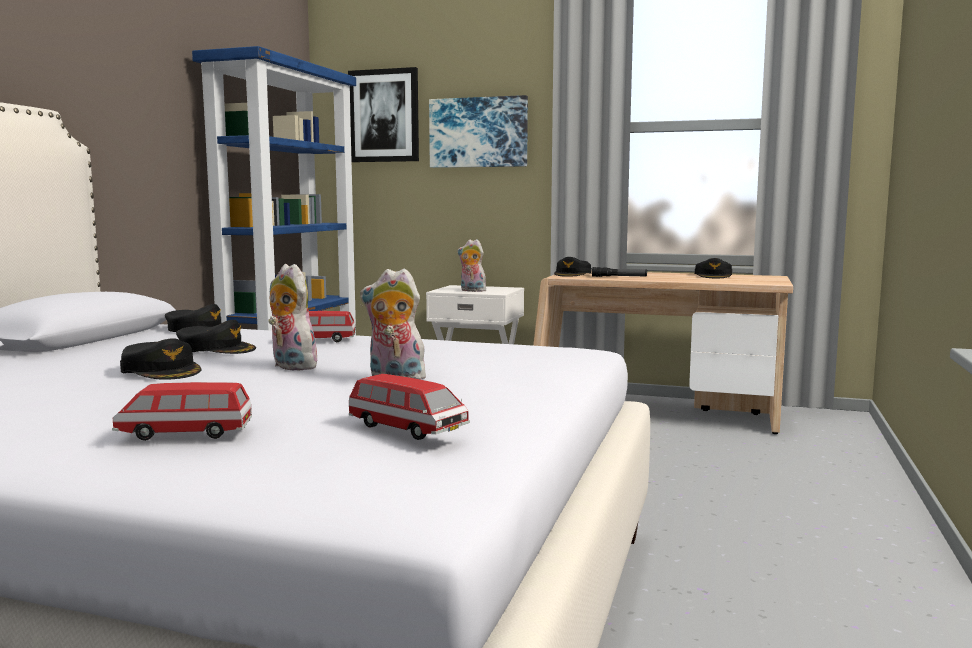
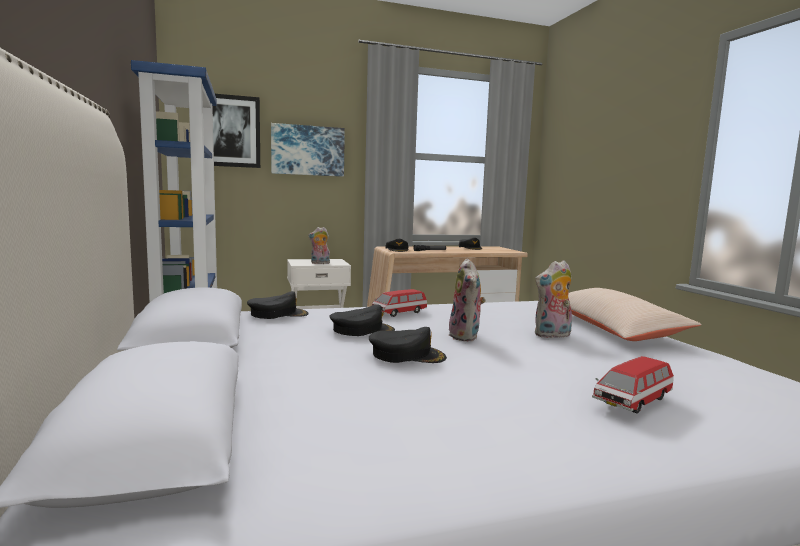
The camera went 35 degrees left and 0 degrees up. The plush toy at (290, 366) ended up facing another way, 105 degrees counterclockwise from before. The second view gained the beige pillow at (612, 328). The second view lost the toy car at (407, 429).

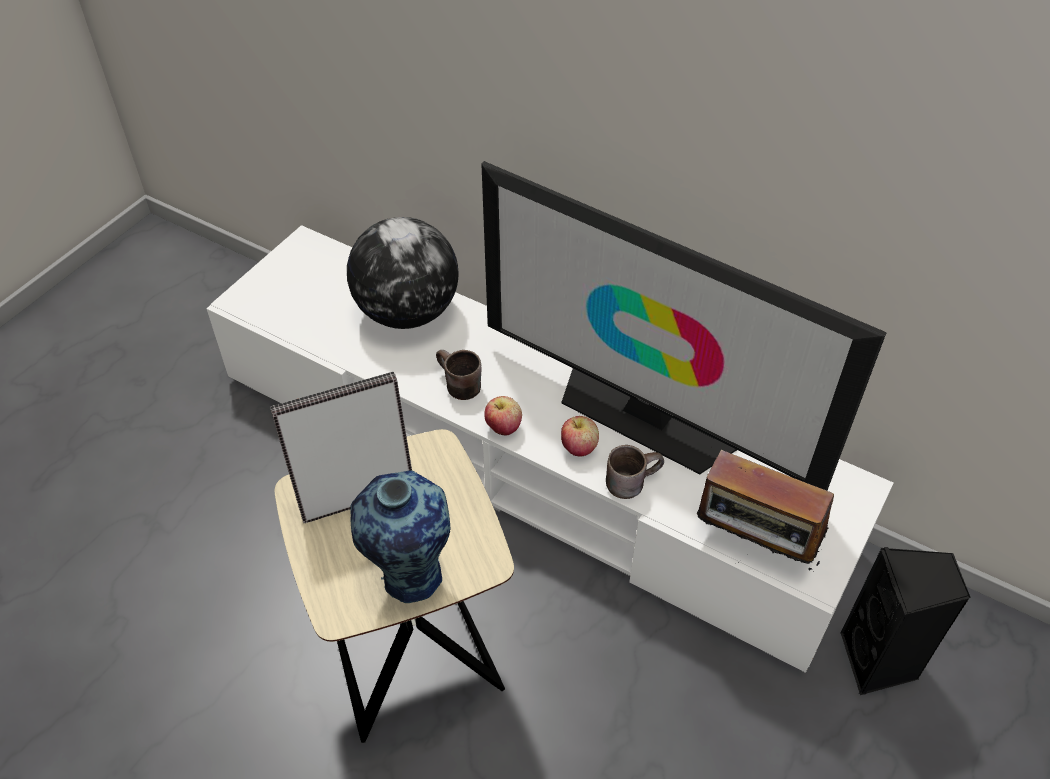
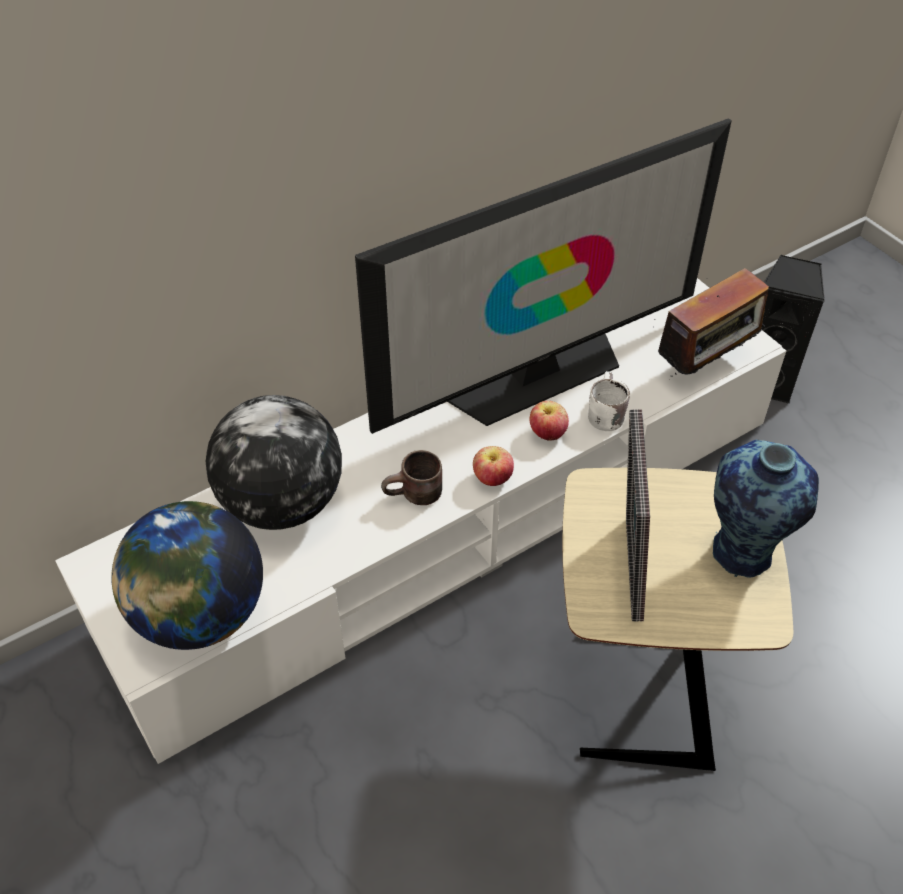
The camera went 65 degrees left and 0 degrees up. The second view gained the globe at (200, 615). What was the brown mug at (630, 480) turned into the white mug at (602, 413).

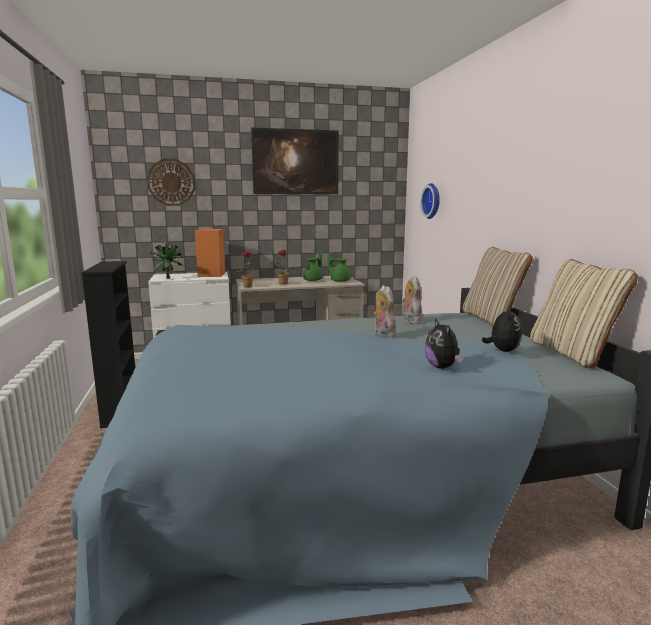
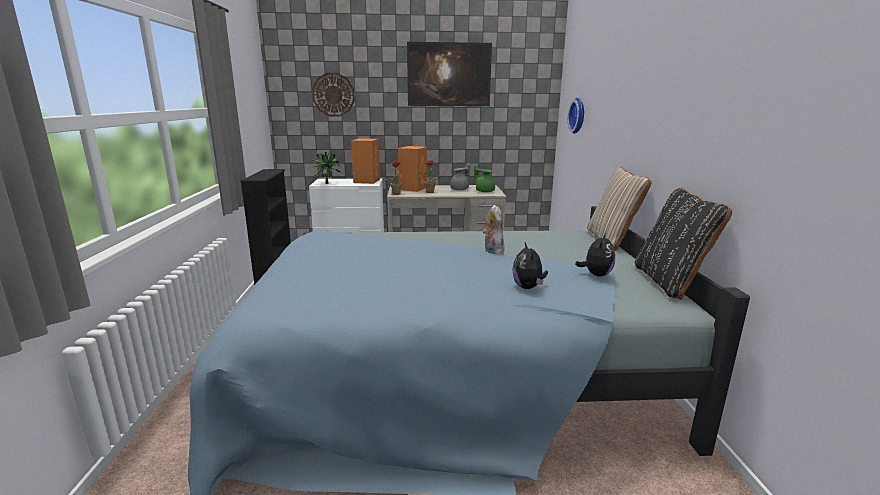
The camera went 10 degrees right and 5 degrees up. The second view gained the orange speaker at (413, 188). What was the green teapot at (314, 280) turned into the grey teapot at (460, 189). What was the beige pillow at (572, 353) turned into the black pillow at (669, 282). The second view lost the plush toy at (410, 321).

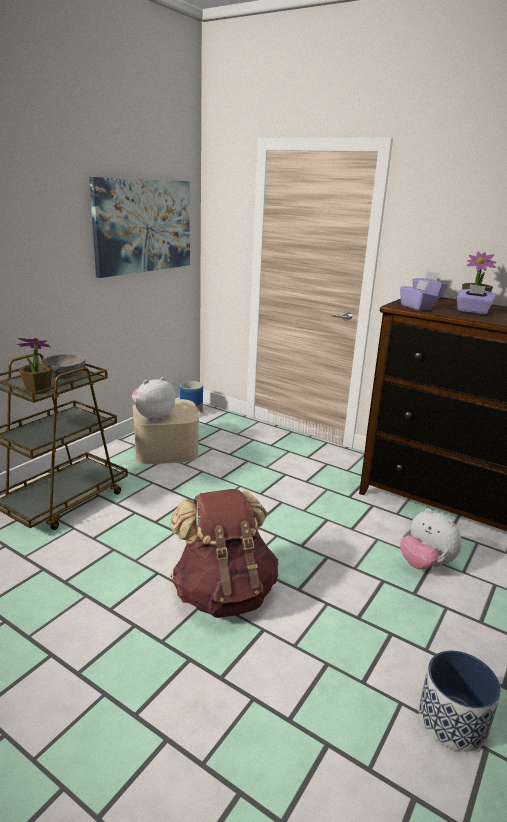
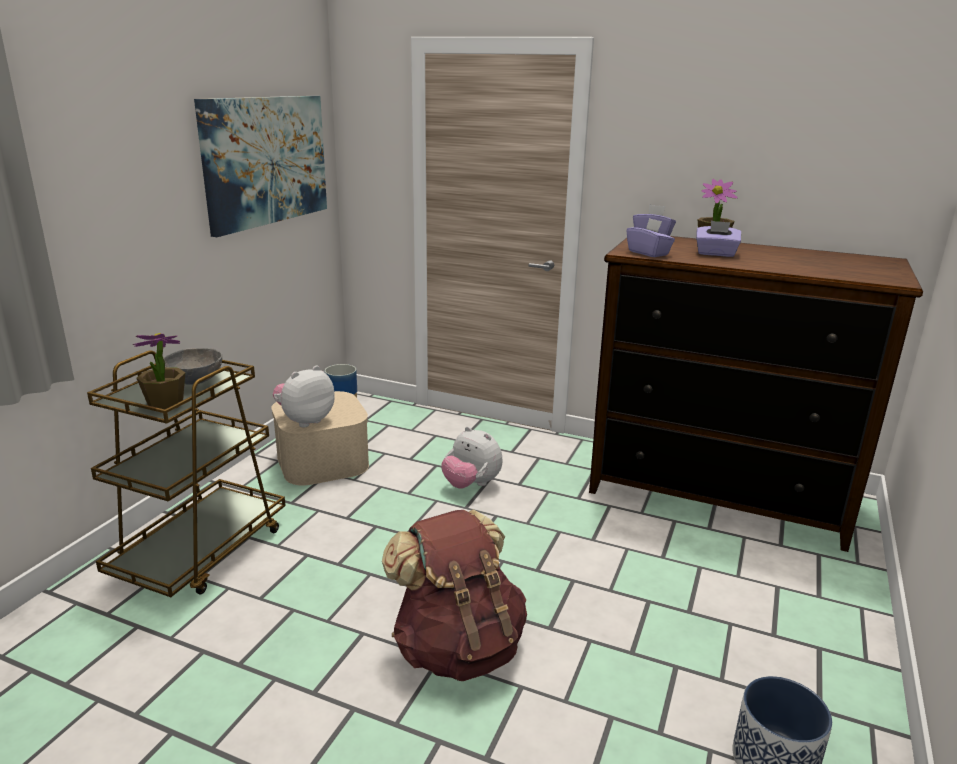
The camera went 10 degrees left and 0 degrees up. The plush toy ended up elsewhere, having gone from (425, 564) to (471, 485).

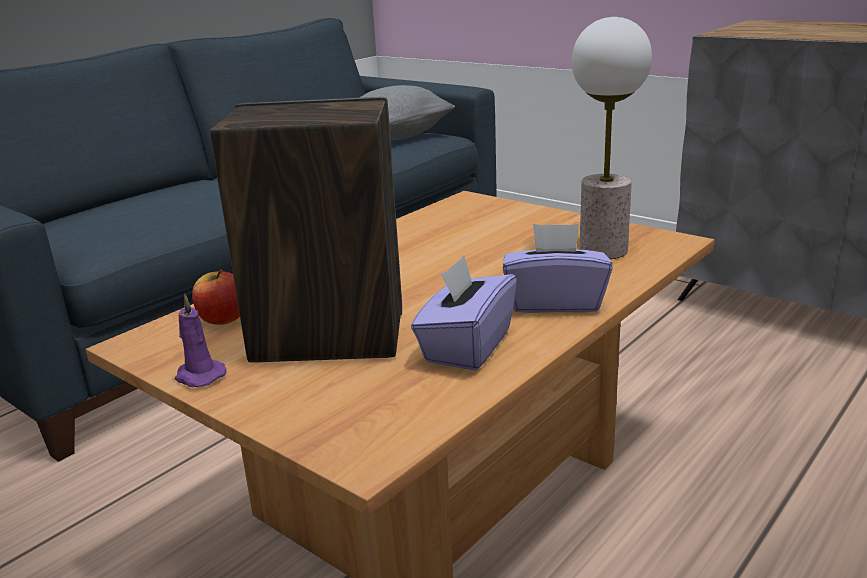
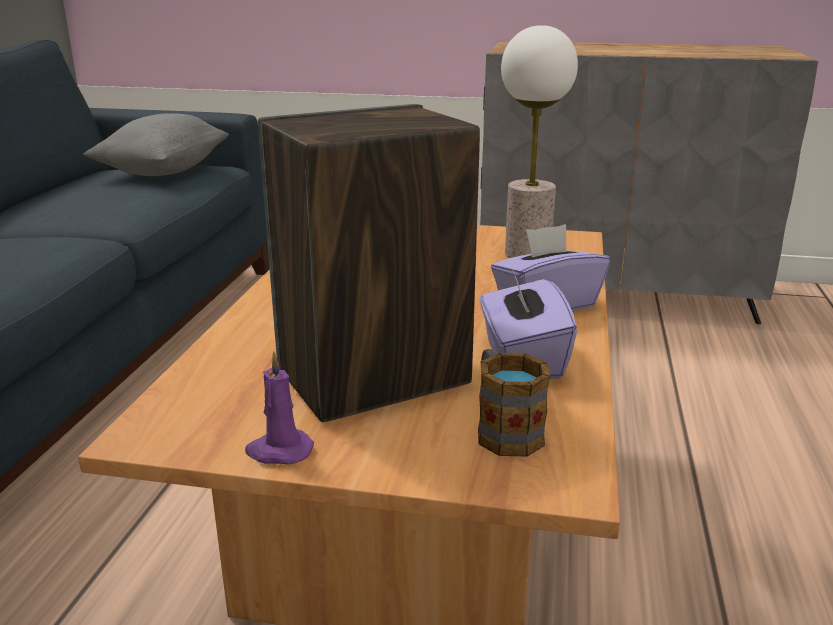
The camera went 30 degrees left and 0 degrees up. The second view gained the mug at (503, 429). The second view lost the apple at (222, 319).

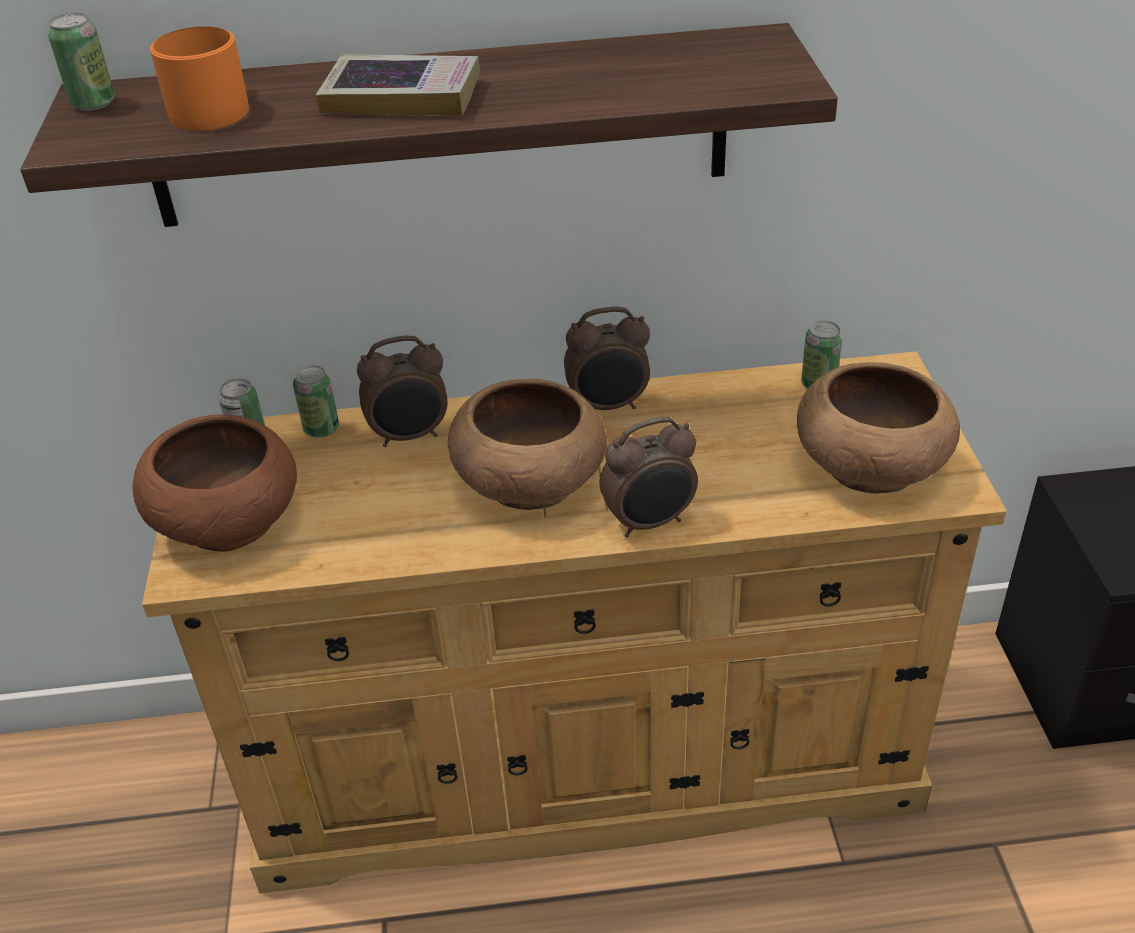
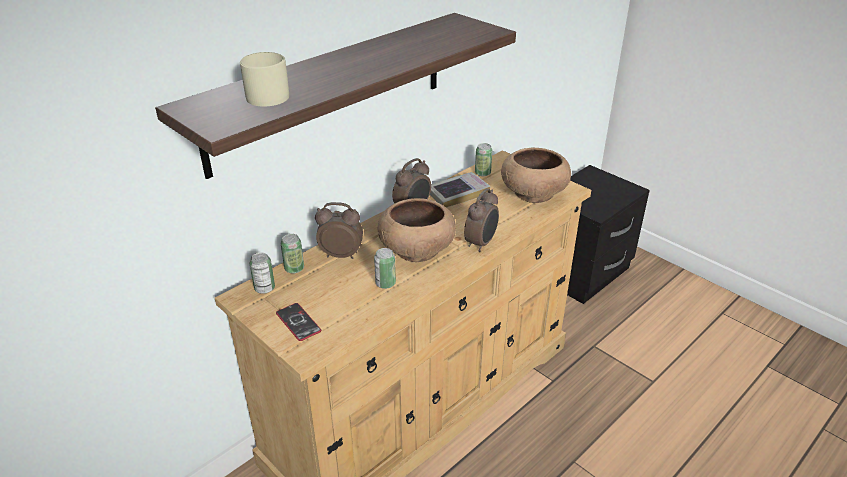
The camera went 40 degrees left and 5 degrees down. What was the orange mug at (215, 108) turned into the beige mug at (266, 95). Where the brown bowl stood at (229, 520), the phone came to stand at (298, 322). The alarm clock at (410, 436) ended up facing another way, 120 degrees counterclockwise from before. The can ended up elsewhere, having gone from (93, 103) to (385, 283). The book ended up elsewhere, having gone from (402, 96) to (457, 193).

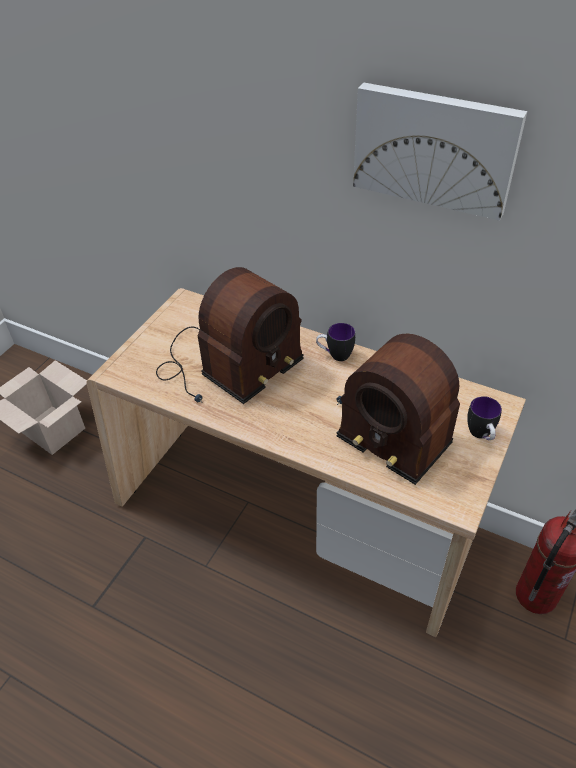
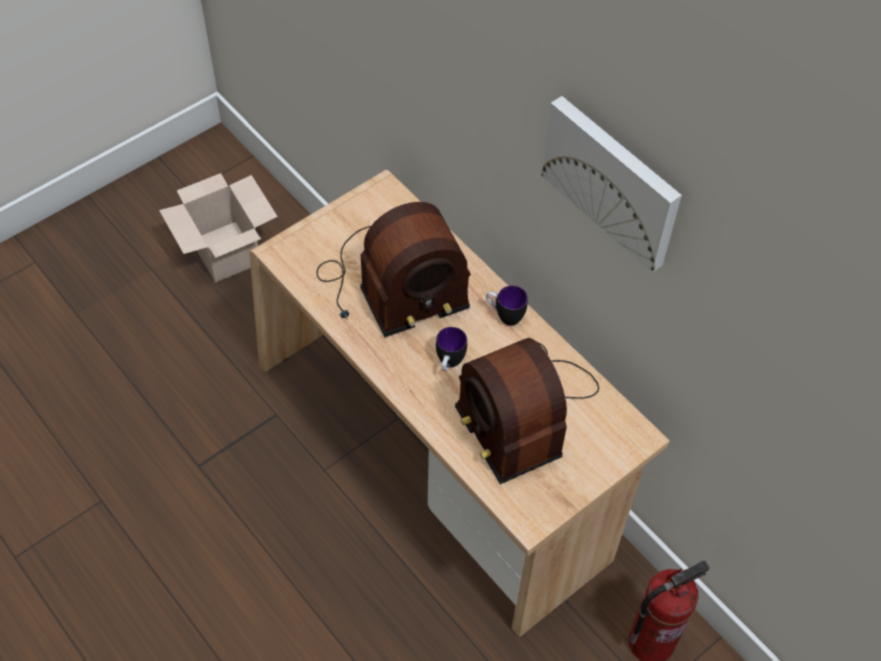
The camera went 20 degrees right and 10 degrees up. The mug ended up elsewhere, having gone from (481, 436) to (449, 364).

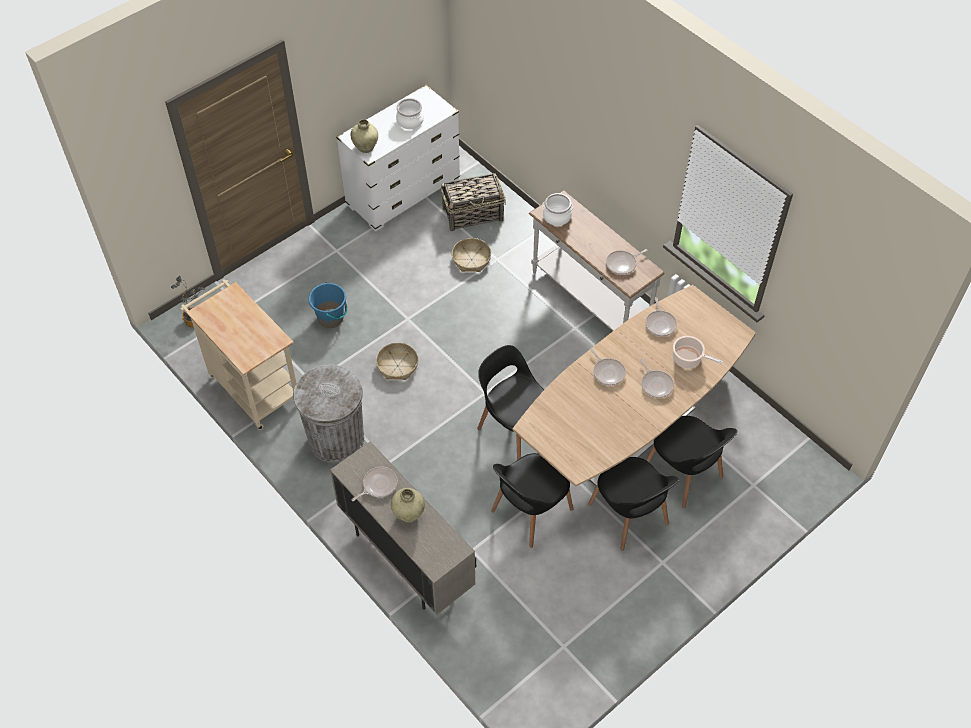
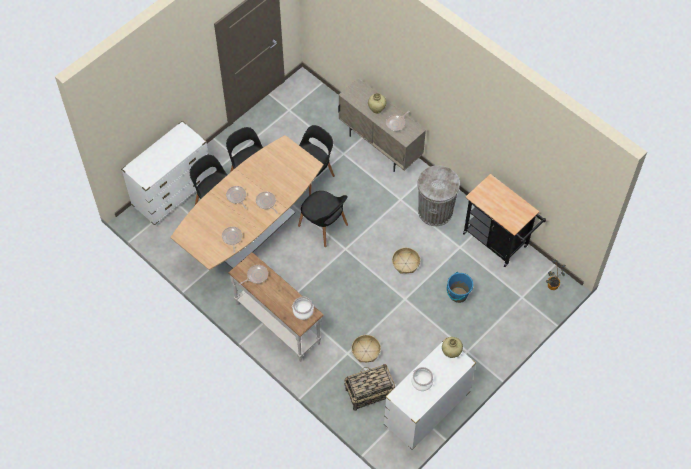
The camera went 175 degrees right and 5 degrees up. The second view gained the white dresser at (172, 192). What was the beige cart at (251, 385) turned into the black cart at (498, 242). The second view lost the cooking pot at (688, 359).

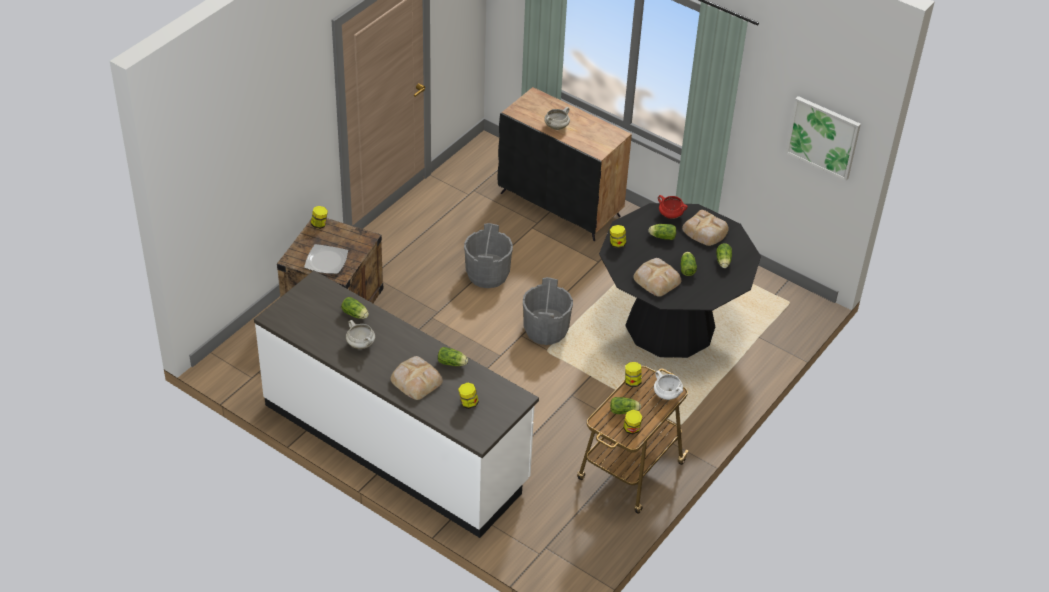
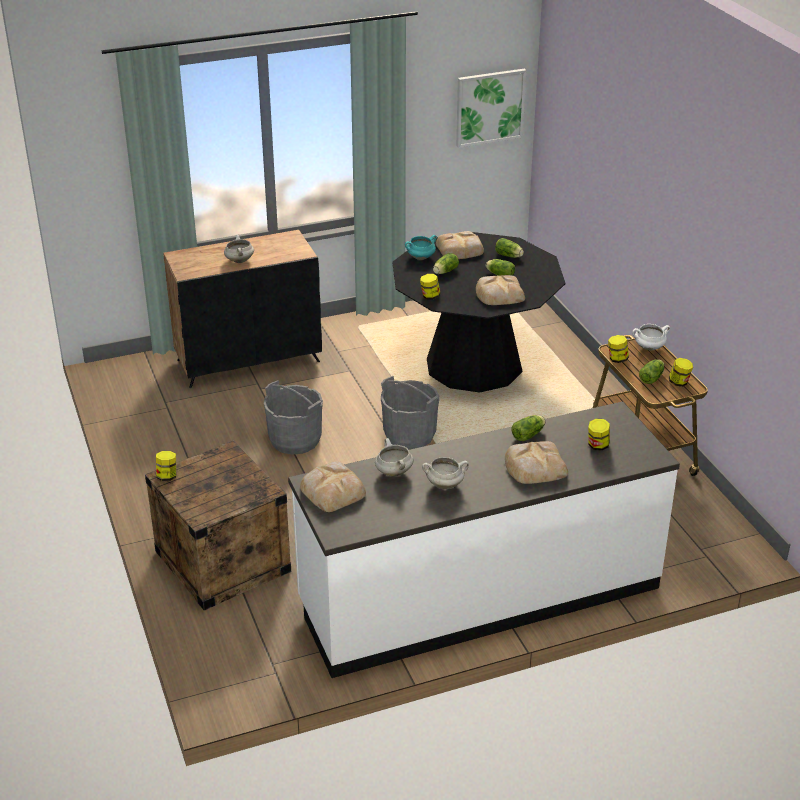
The camera went 55 degrees left and 10 degrees down. The second view gained the bread at (333, 490). Where the lettuce stood at (356, 314), the white cooking pot came to stand at (393, 472). What was the red cooking pot at (670, 215) turned into the turquoise cooking pot at (420, 258). The second view lost the plate at (327, 261).

